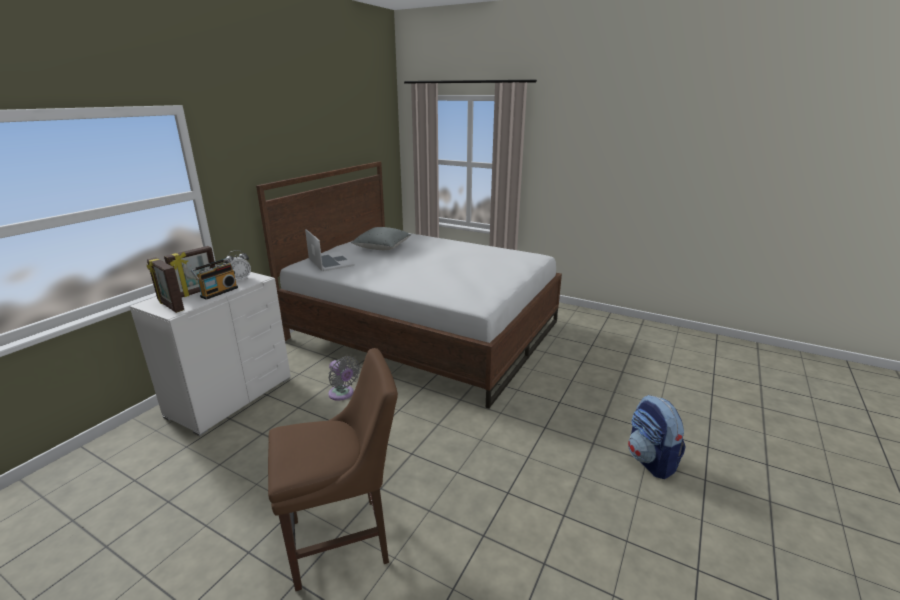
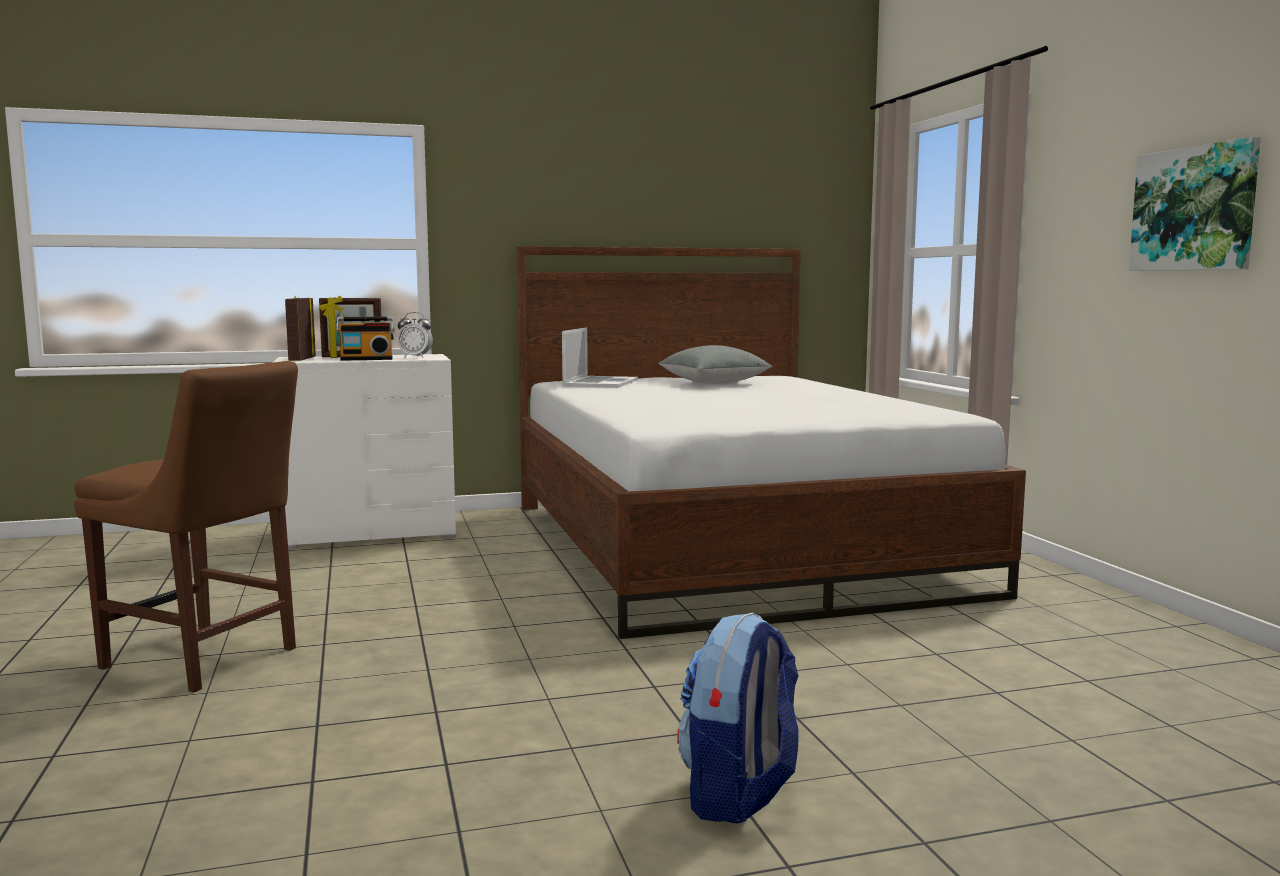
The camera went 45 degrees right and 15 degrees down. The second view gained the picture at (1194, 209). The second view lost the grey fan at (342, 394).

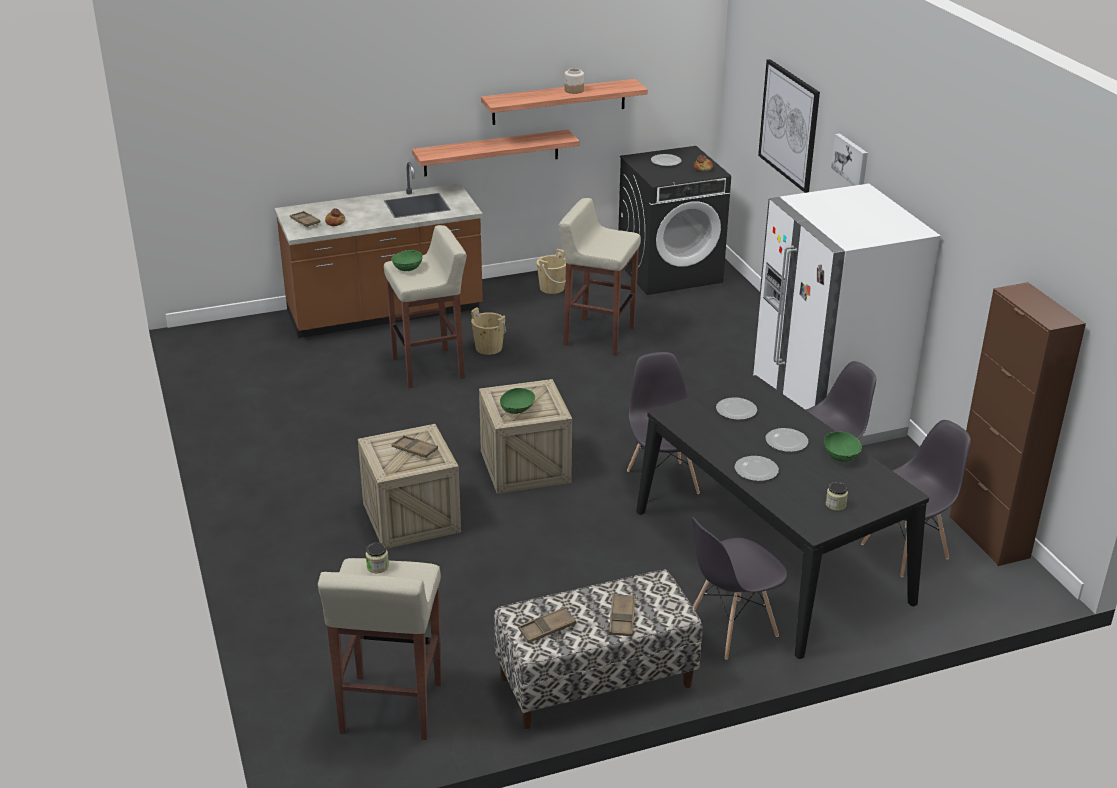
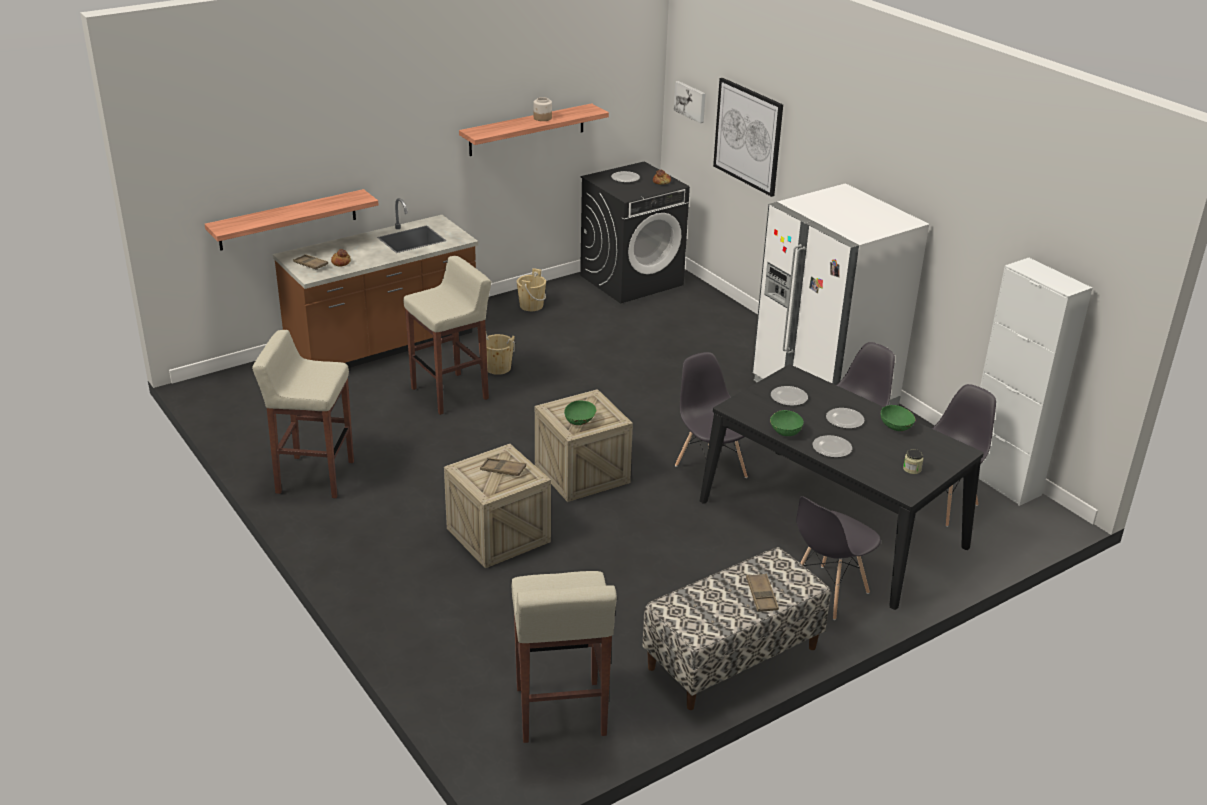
The camera went 15 degrees left and 0 degrees up. The shelf ended up elsewhere, having gone from (491, 153) to (288, 220). The beige stool ended up elsewhere, having gone from (598, 336) to (314, 477). The picture ended up elsewhere, having gone from (851, 160) to (691, 101). The green bowl ended up elsewhere, having gone from (407, 268) to (785, 432). What was the brown cabinet at (989, 537) turned into the white cabinet at (1001, 482). The second view lost the jar at (377, 566). The second view lost the brown tray at (547, 628).

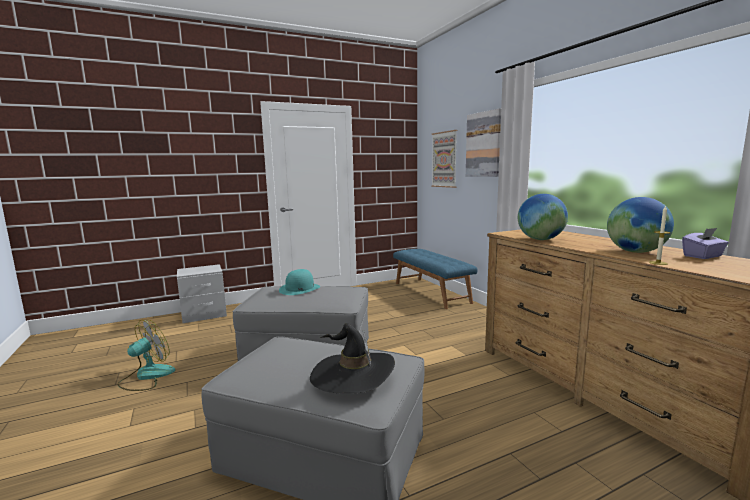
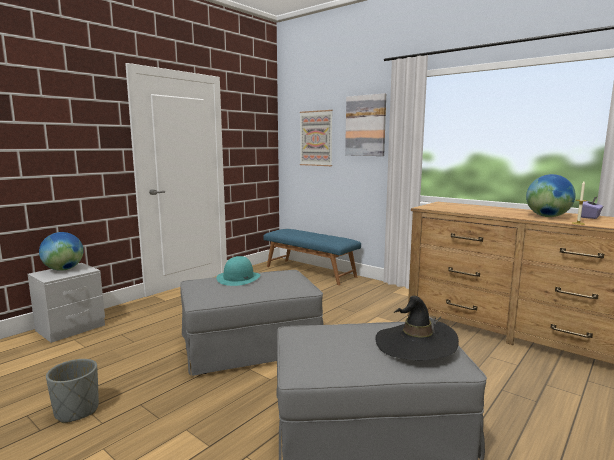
The camera went 25 degrees left and 0 degrees up. The globe ended up elsewhere, having gone from (540, 239) to (63, 269). Where the fan stood at (147, 376), the grey planter came to stand at (76, 411).

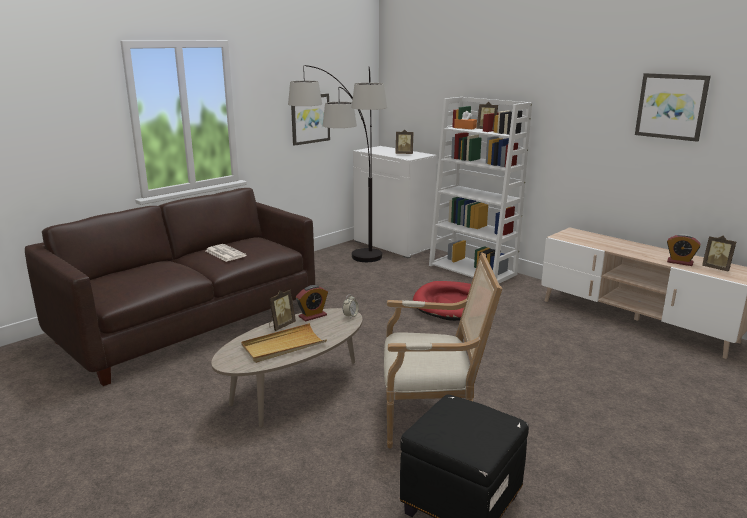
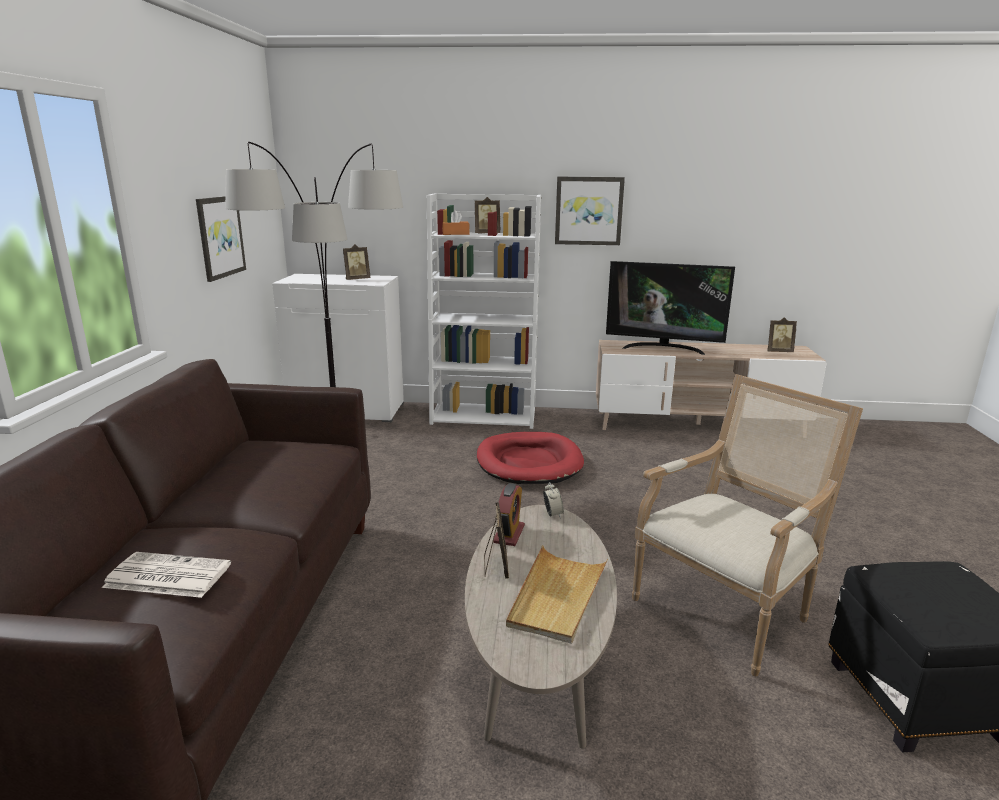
The camera went 40 degrees left and 0 degrees up. The newspaper ended up elsewhere, having gone from (224, 253) to (166, 576). The picture ended up elsewhere, having gone from (671, 106) to (588, 211). The second view gained the television at (663, 348). The second view lost the alarm clock at (680, 262).

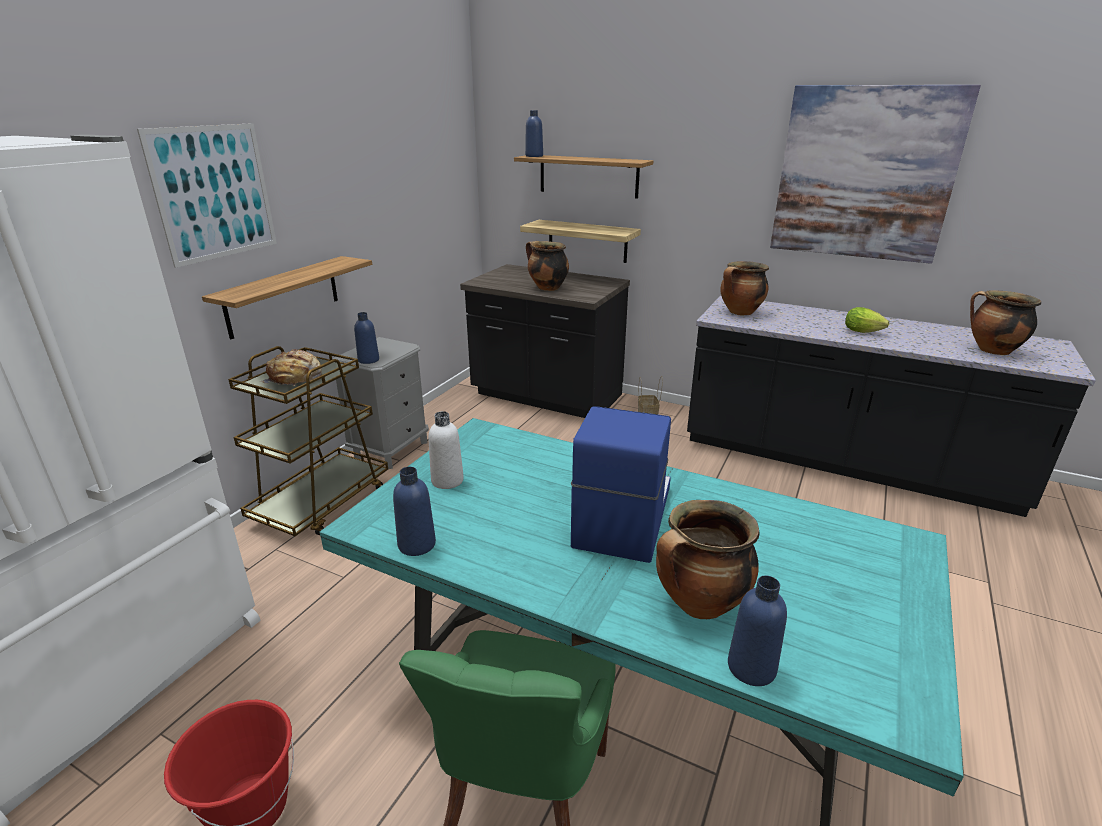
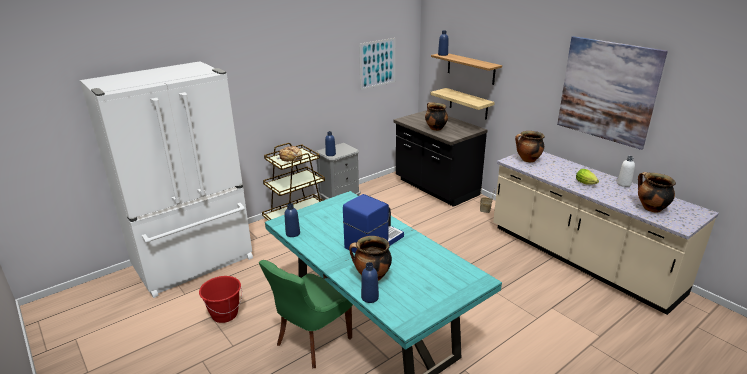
The camera went 25 degrees right and 0 degrees up. The picture ended up elsewhere, having gone from (214, 193) to (377, 63). What was the black counter at (843, 462) turned into the beige counter at (580, 260). The white bottle ended up elsewhere, having gone from (447, 481) to (623, 184). The second view lost the shelf at (283, 296).

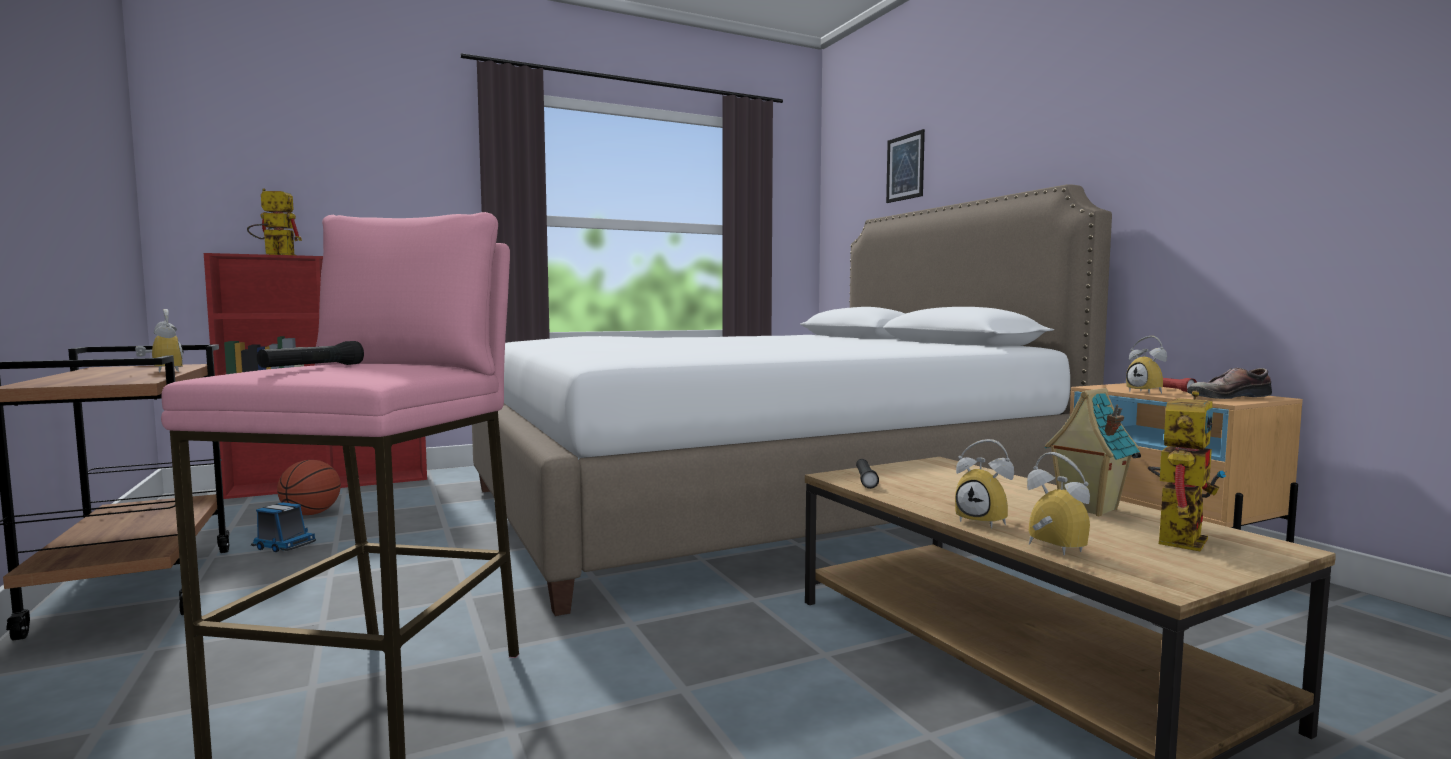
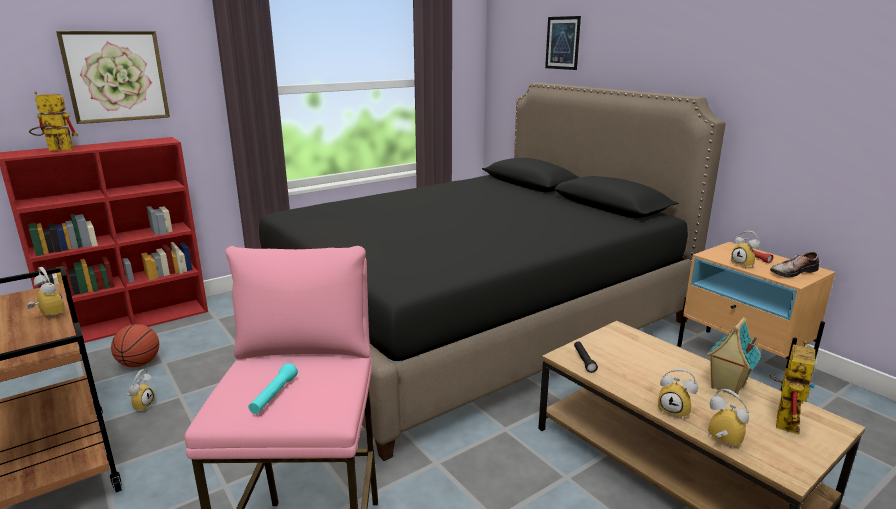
The camera went 10 degrees left and 15 degrees up. The second view gained the picture at (116, 76). Where the toy truck stood at (283, 546), the alarm clock came to stand at (142, 405). What was the black flashlight at (312, 367) turned into the turquoise flashlight at (274, 395). What was the white bed at (762, 503) turned into the black bed at (473, 322).

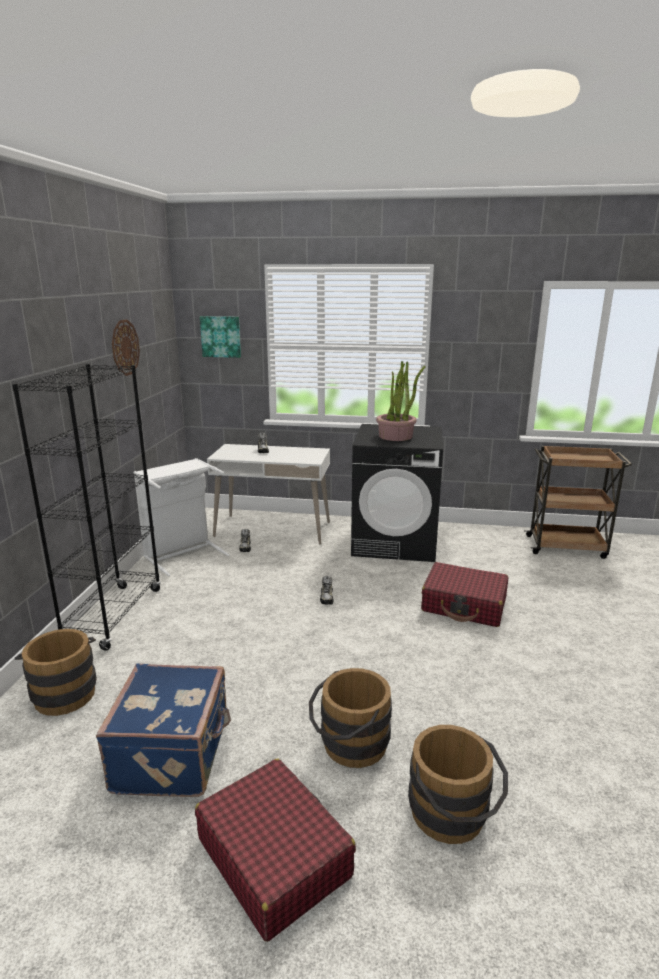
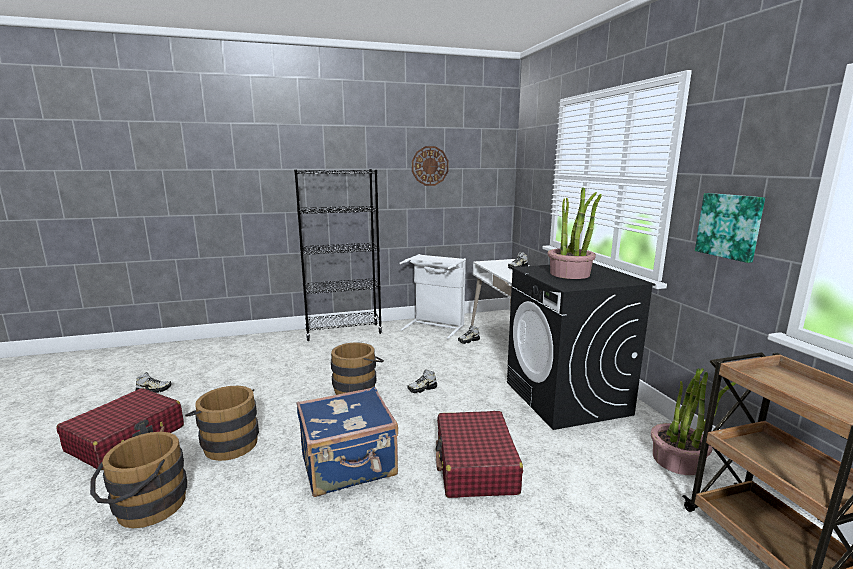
The camera went 65 degrees right and 5 degrees down. The second view gained the shoe at (154, 390). The blue suitcase ended up elsewhere, having gone from (174, 755) to (349, 465). The brown bucket ended up elsewhere, having gone from (64, 692) to (358, 387). The second view gained the potted plant at (678, 460). The picture ended up elsewhere, having gone from (221, 336) to (729, 226).

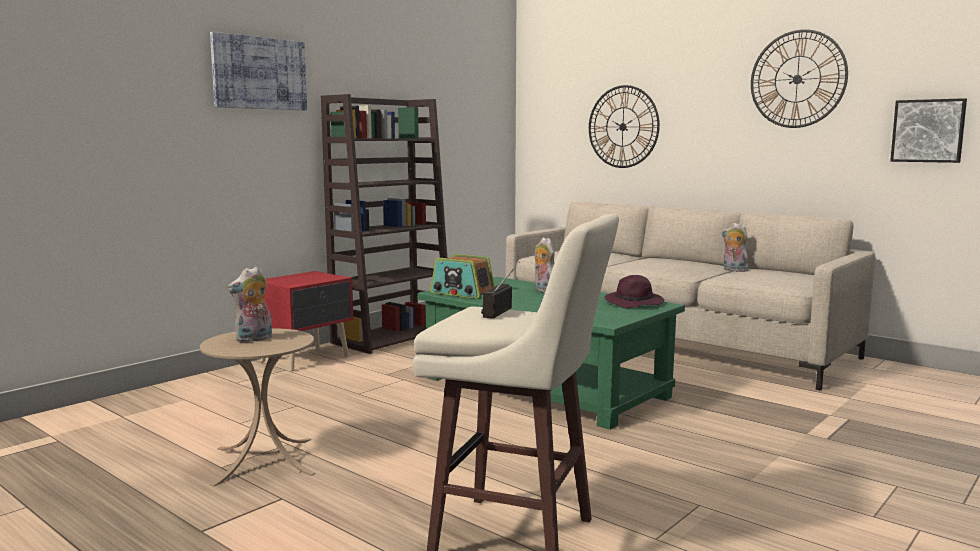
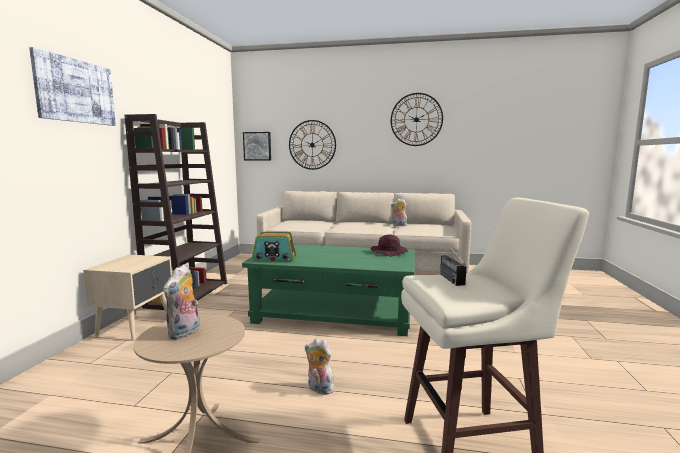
The camera went 30 degrees left and 0 degrees up. What was the red nightstand at (307, 359) turned into the beige nightstand at (136, 326). The picture ended up elsewhere, having gone from (928, 131) to (257, 146). The plush toy ended up elsewhere, having gone from (543, 290) to (319, 389).

